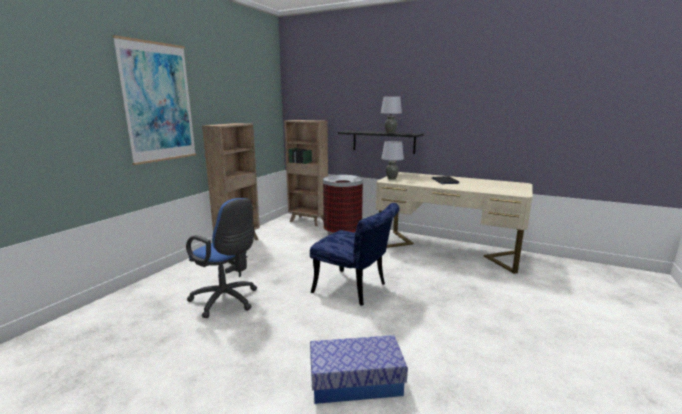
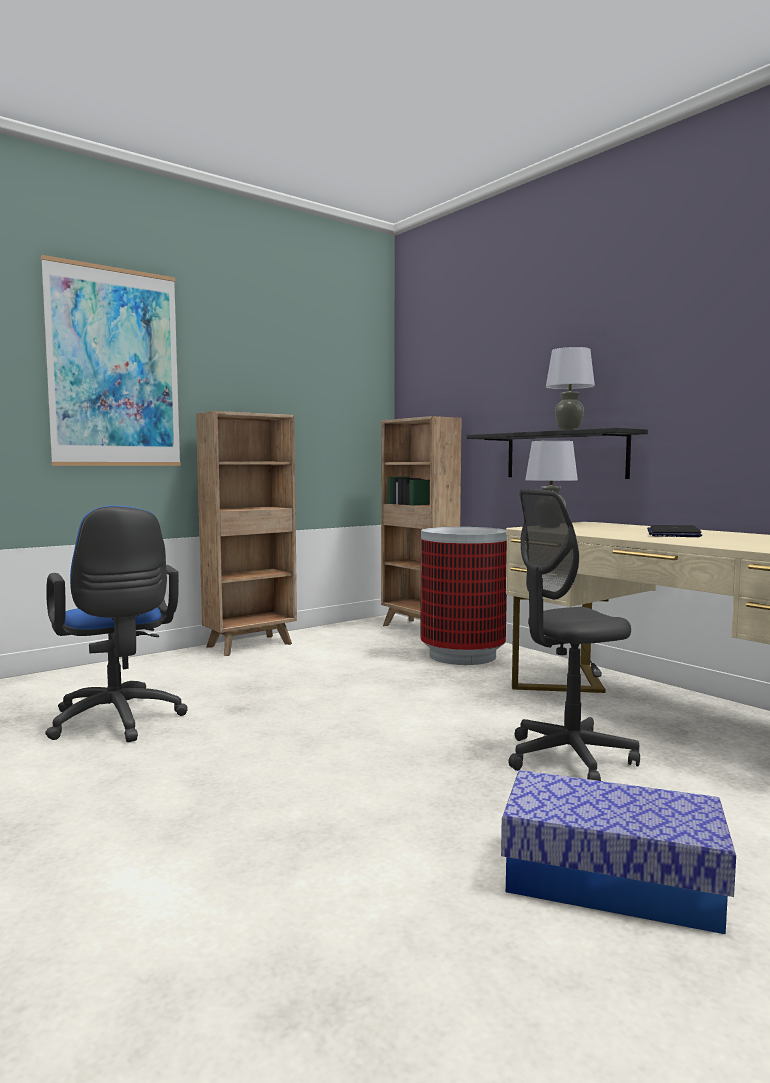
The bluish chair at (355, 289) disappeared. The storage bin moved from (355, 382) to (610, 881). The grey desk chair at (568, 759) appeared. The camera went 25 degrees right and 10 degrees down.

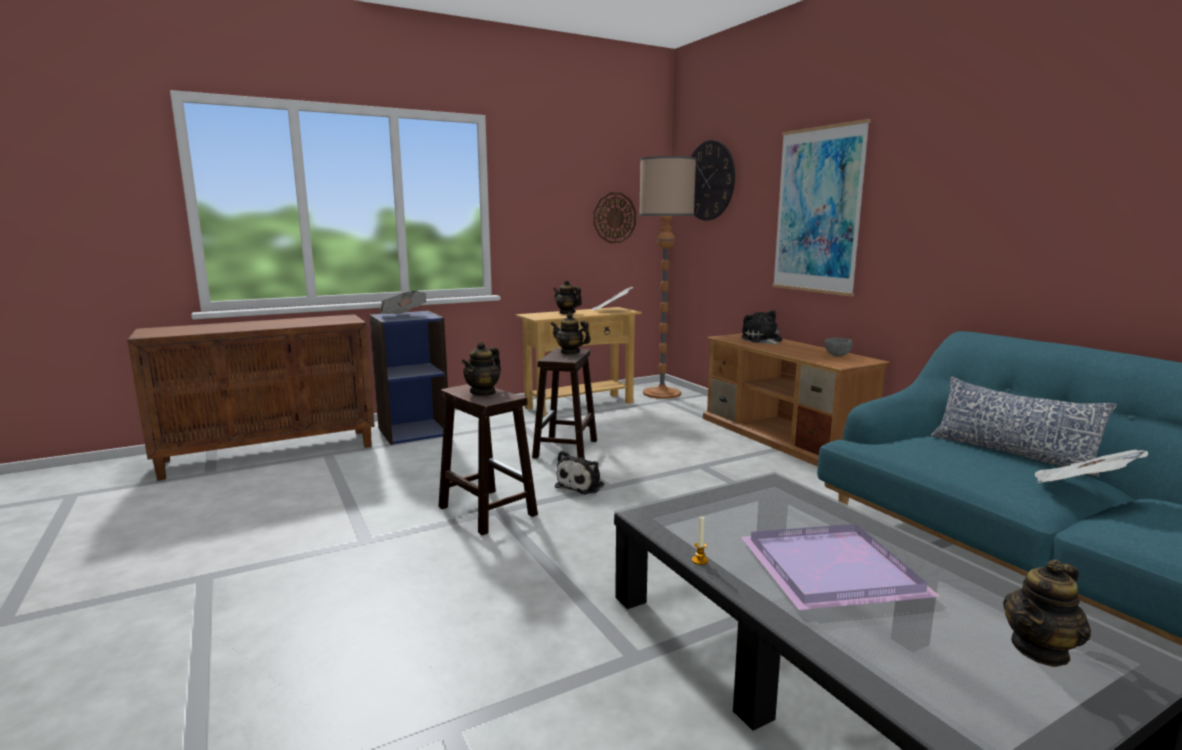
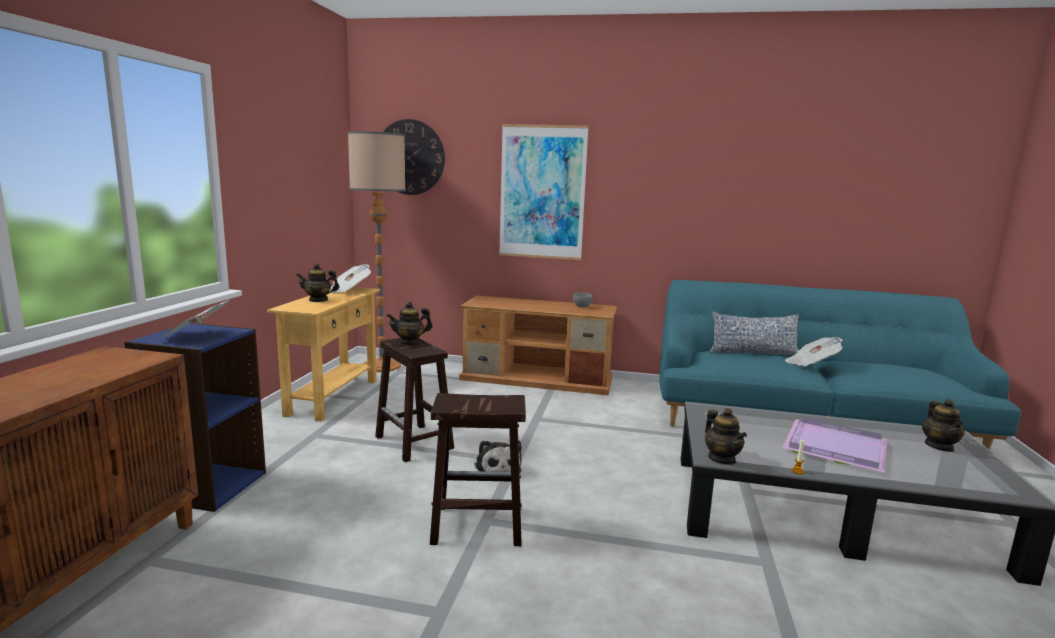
The tea pot moved from (483, 392) to (722, 459). The wall clock at (614, 217) disappeared. The plush toy at (762, 340) disappeared. The camera went 50 degrees left and 0 degrees up.

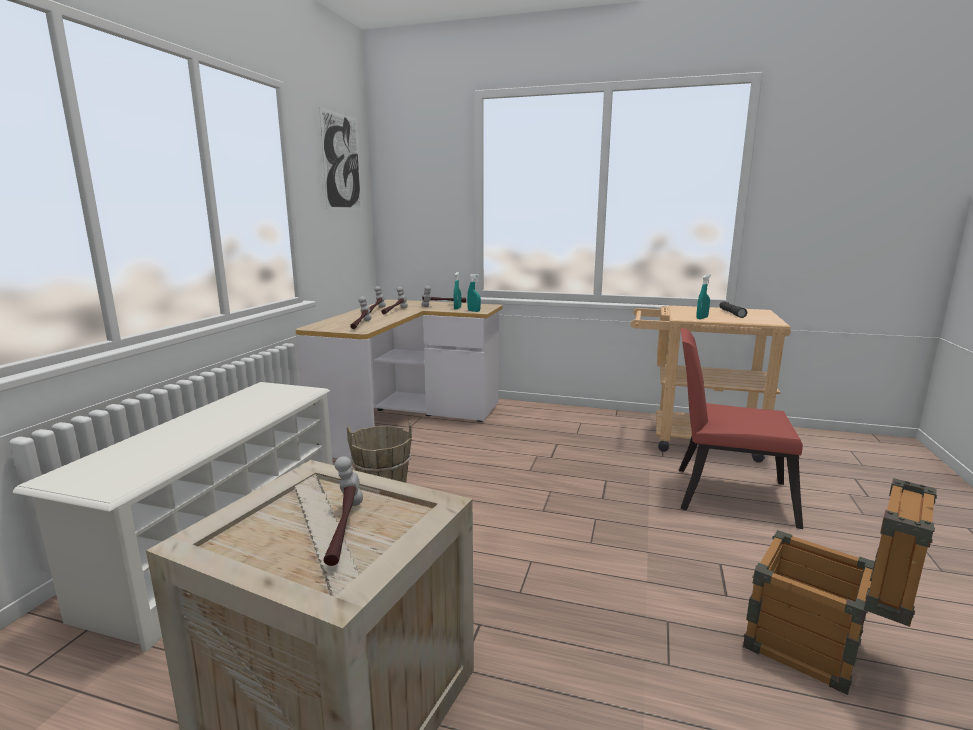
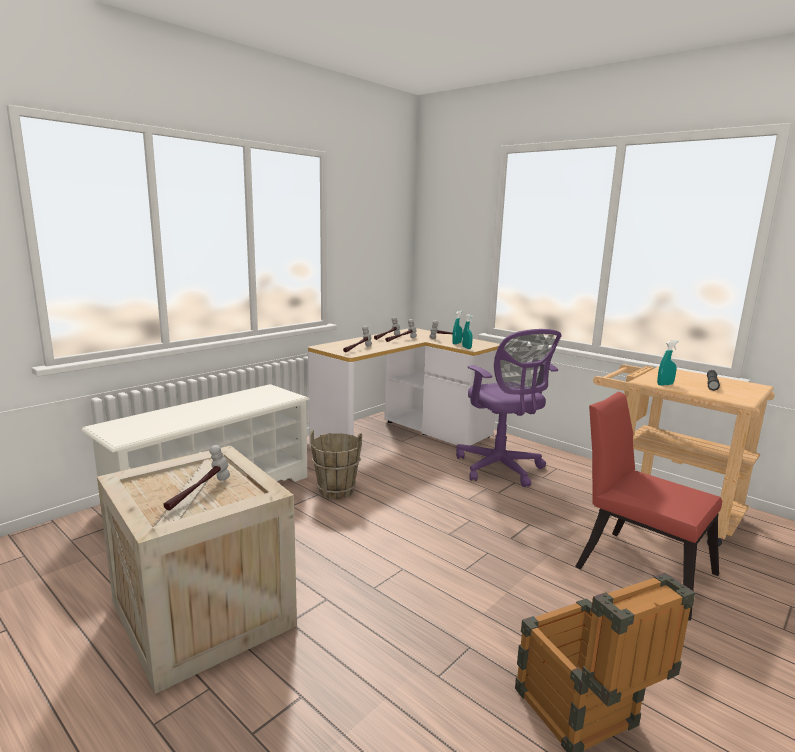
The wall art at (342, 162) disappeared. The purple desk chair at (501, 469) appeared. The camera went 25 degrees right and 0 degrees up.

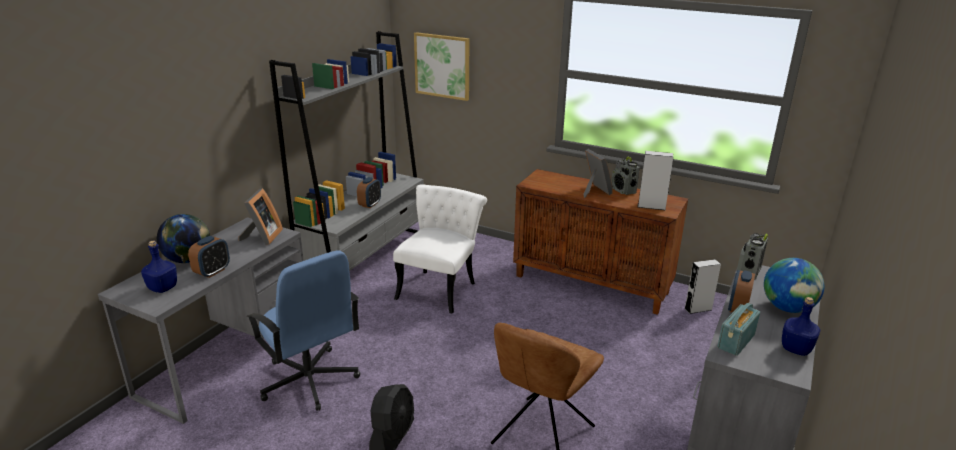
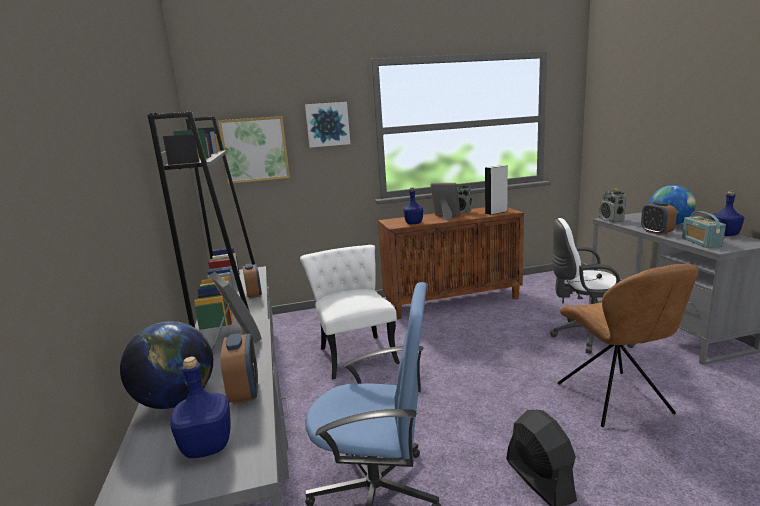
The grey loudspeaker at (698, 309) disappeared. The wall art at (327, 124) appeared. The bluish bottle at (413, 223) appeared. The white desk chair at (586, 336) appeared. The camera went 40 degrees left and 10 degrees down.

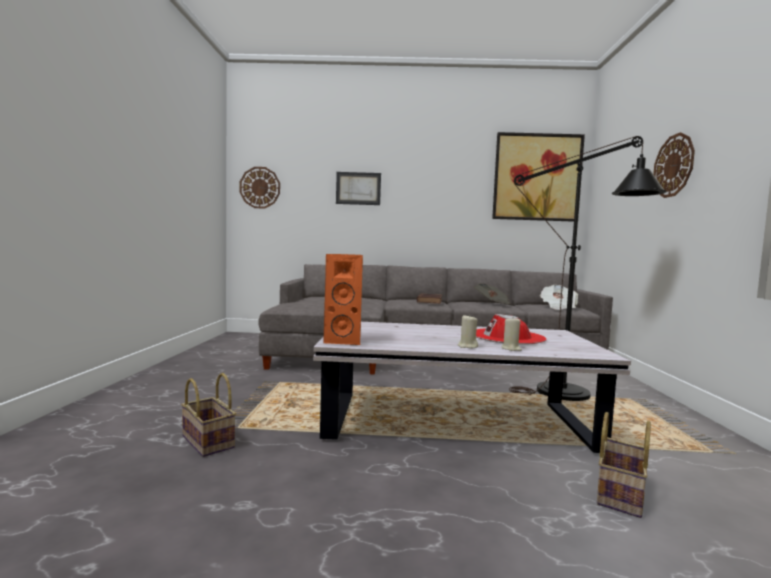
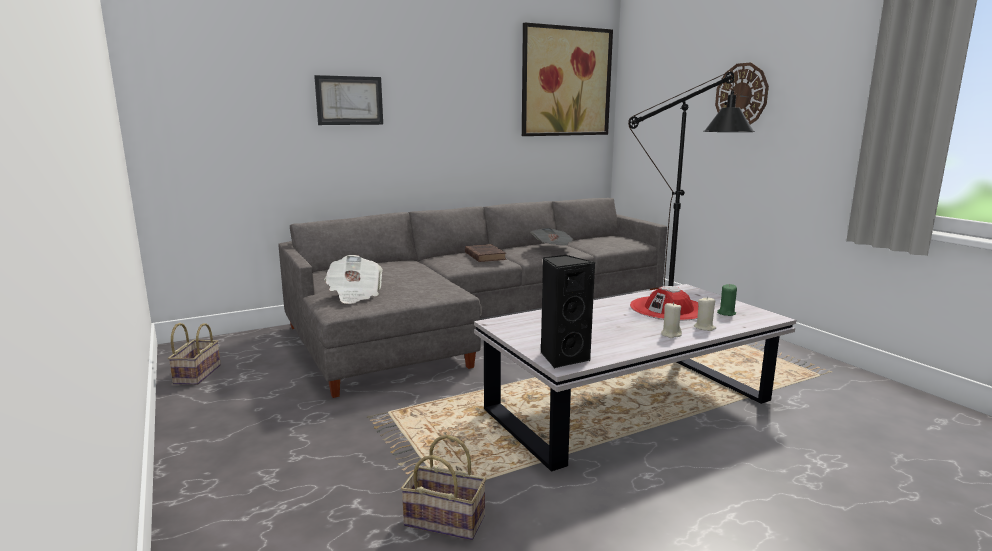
The wall clock at (260, 187) disappeared. The orangey loudspeaker at (344, 341) became the black loudspeaker at (563, 358). The printed paper moved from (558, 307) to (355, 294). The household basket moved from (619, 493) to (197, 374). The greenish candle at (726, 313) appeared. The camera went 30 degrees left and 10 degrees up.

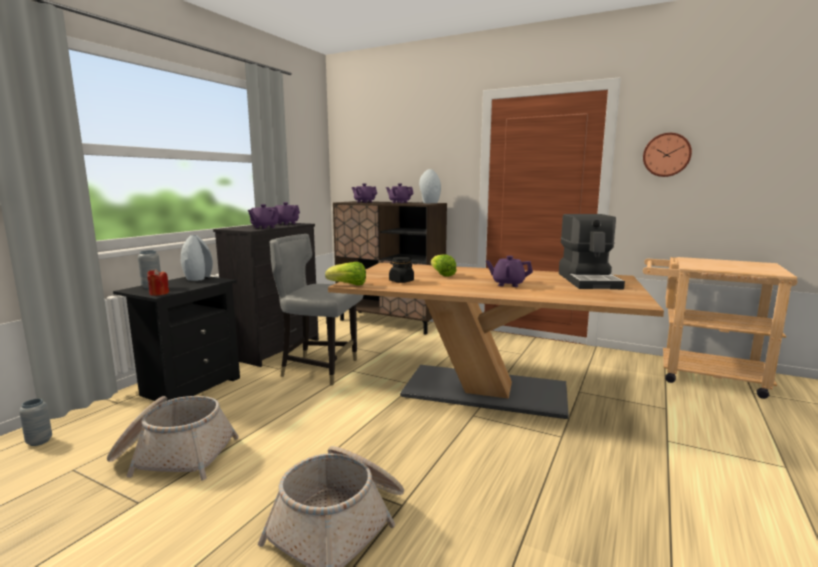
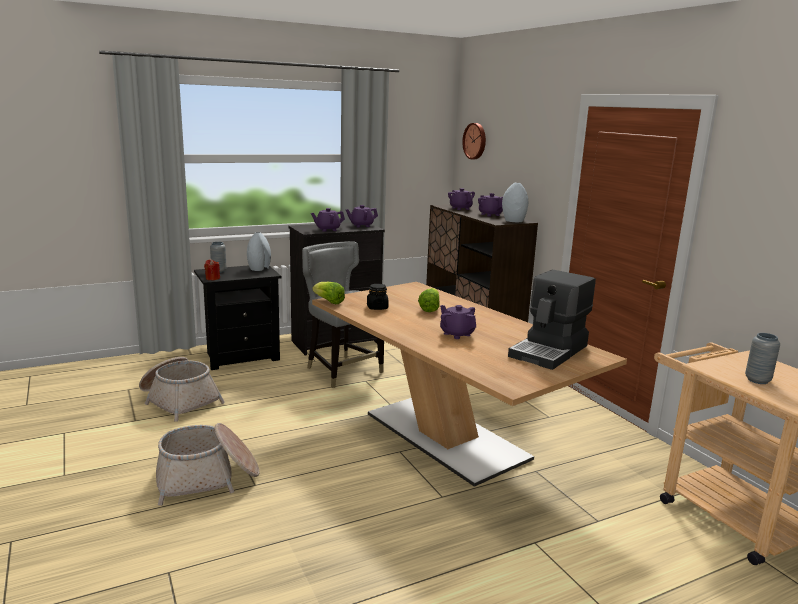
The grey vase moved from (39, 441) to (757, 380). The wall clock moved from (666, 155) to (475, 141). The camera went 35 degrees right and 5 degrees up.

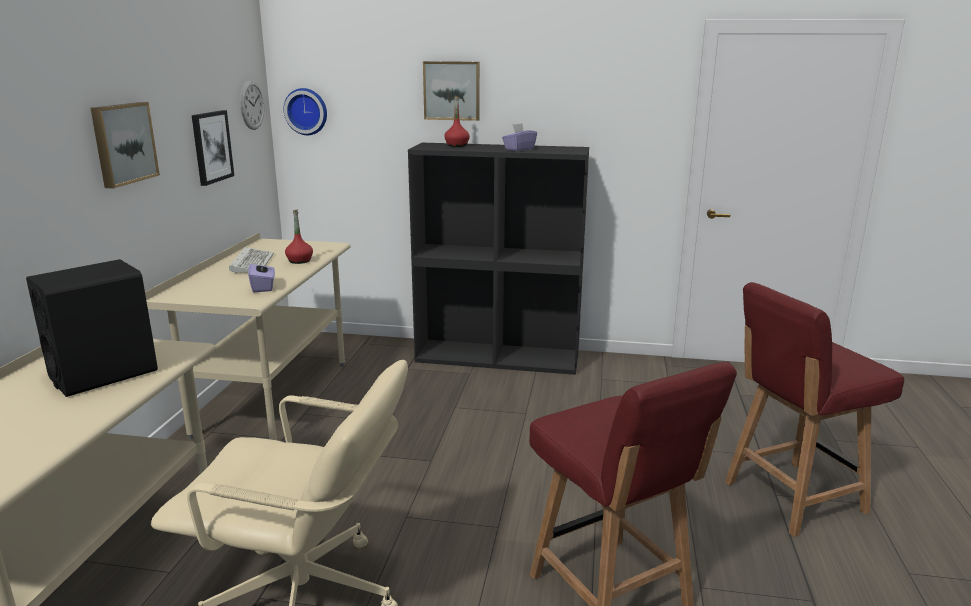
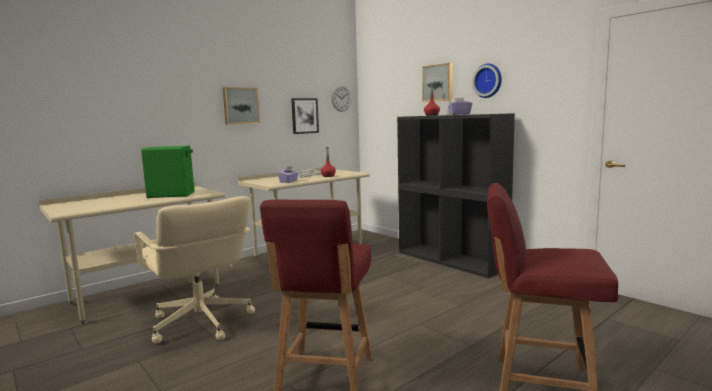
The black loudspeaker at (104, 374) became the greenish loudspeaker at (171, 195). The wall clock moved from (307, 111) to (488, 80). The camera went 40 degrees right and 10 degrees down.

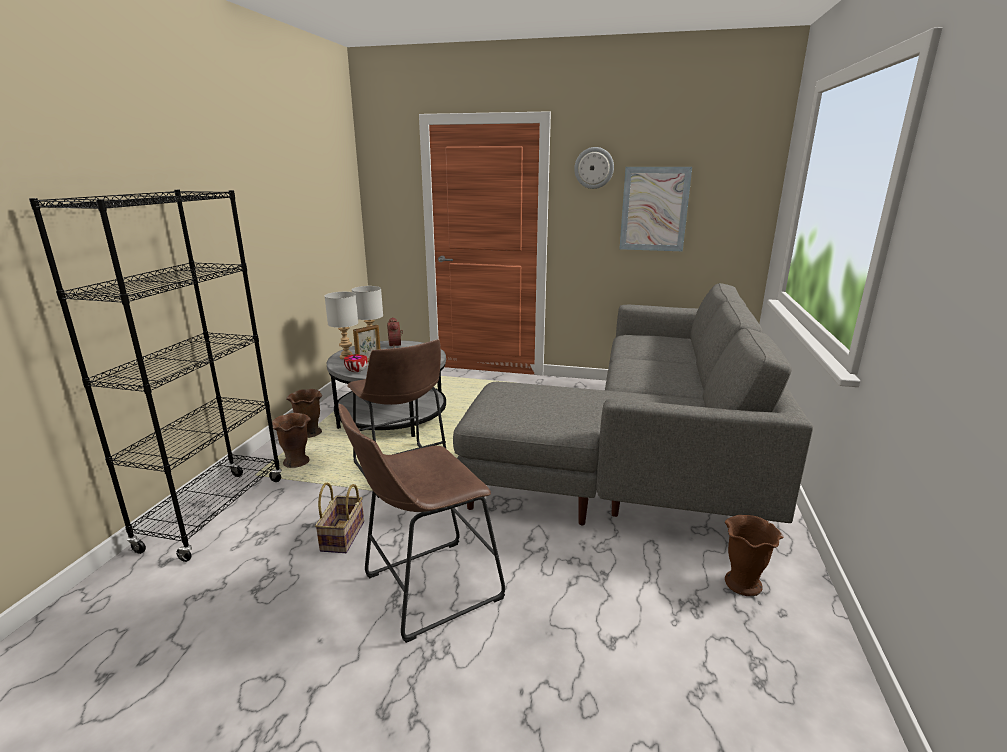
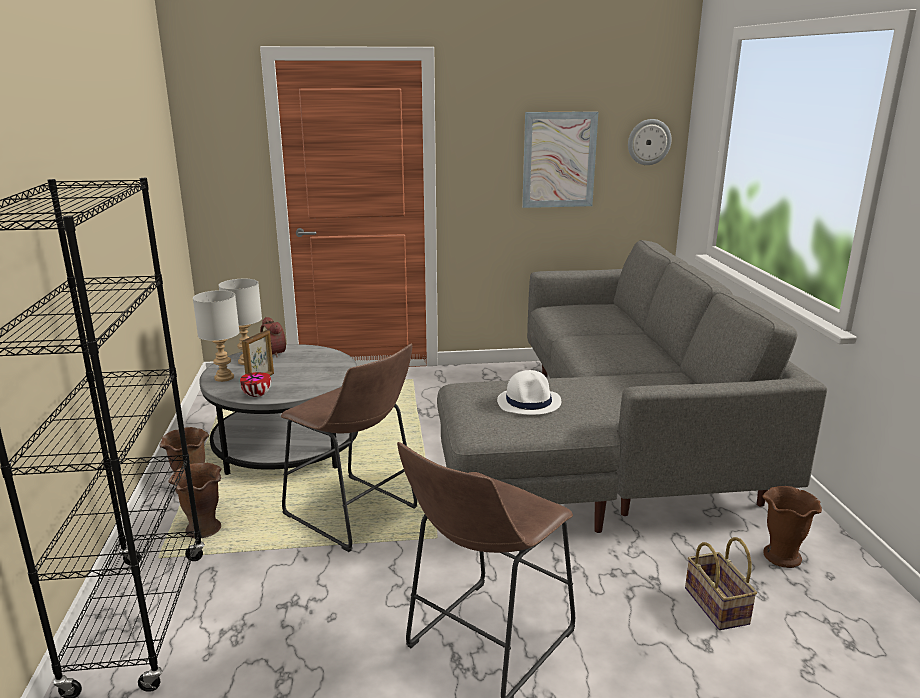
The household basket moved from (343, 537) to (718, 607). The wall clock moved from (594, 168) to (649, 142). The white wearable hat at (529, 402) appeared. The camera went 20 degrees left and 0 degrees up.

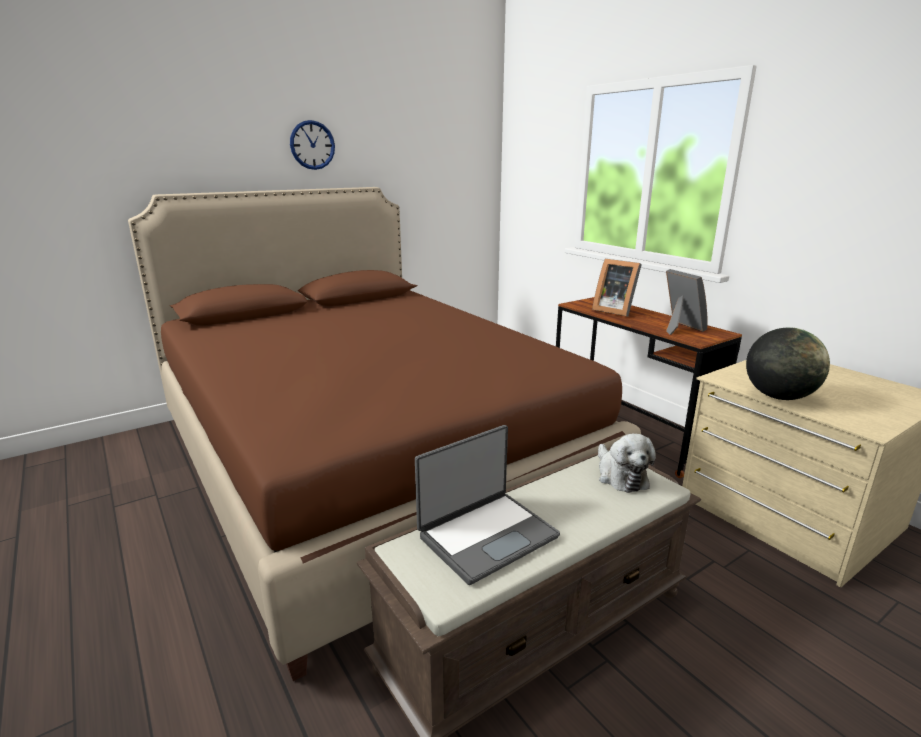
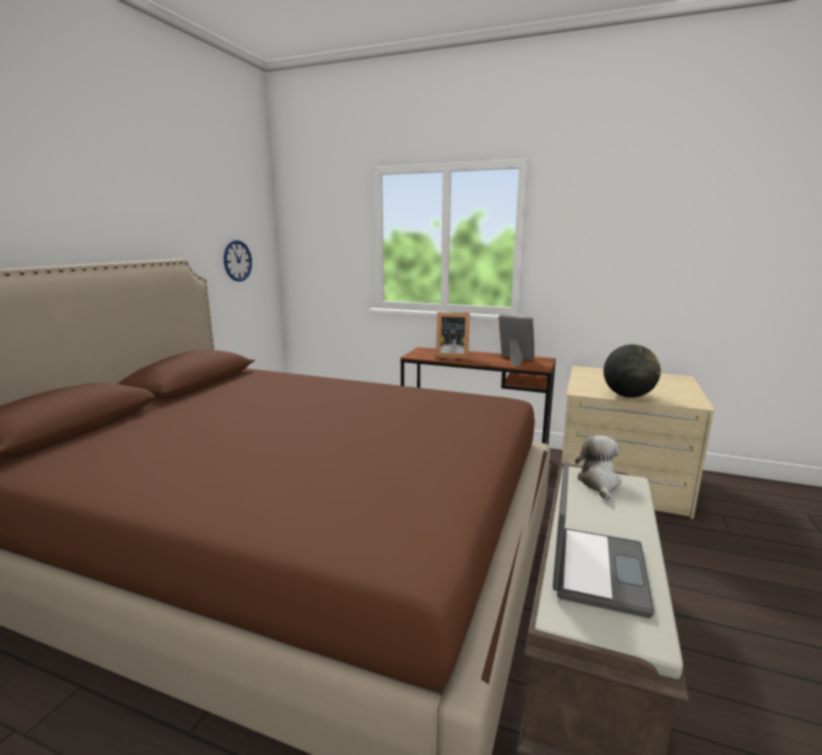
The wall clock moved from (312, 145) to (237, 261). The plush toy at (620, 476) turned 120 degrees counterclockwise. The camera went 35 degrees left and 5 degrees down.

